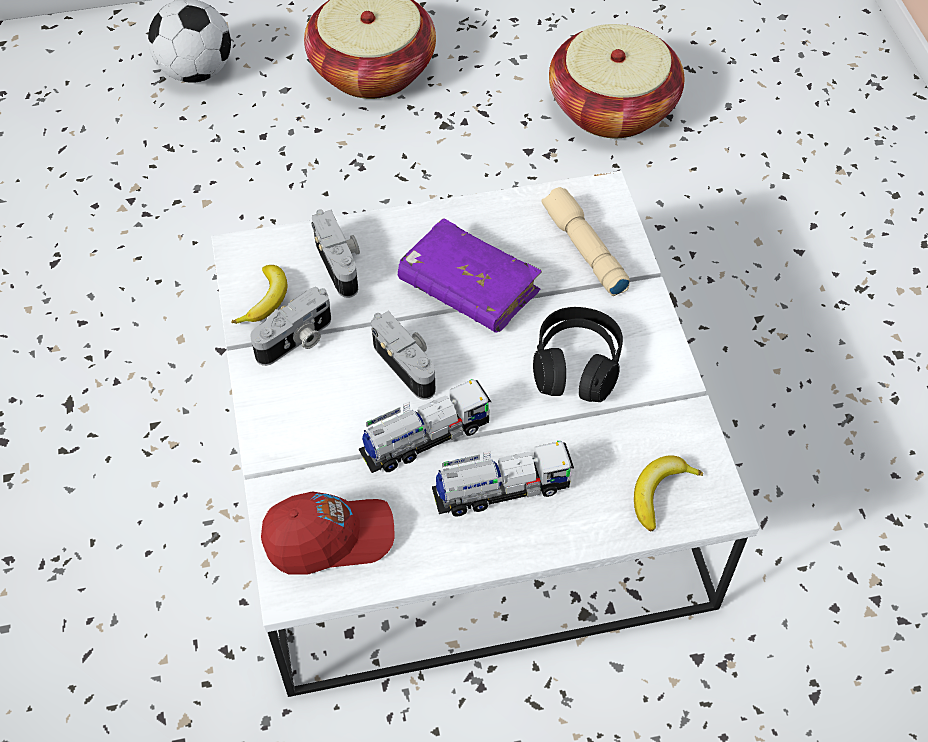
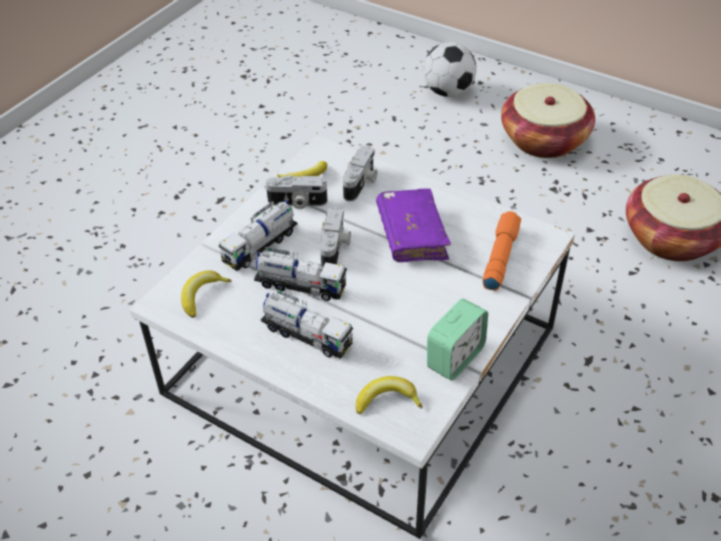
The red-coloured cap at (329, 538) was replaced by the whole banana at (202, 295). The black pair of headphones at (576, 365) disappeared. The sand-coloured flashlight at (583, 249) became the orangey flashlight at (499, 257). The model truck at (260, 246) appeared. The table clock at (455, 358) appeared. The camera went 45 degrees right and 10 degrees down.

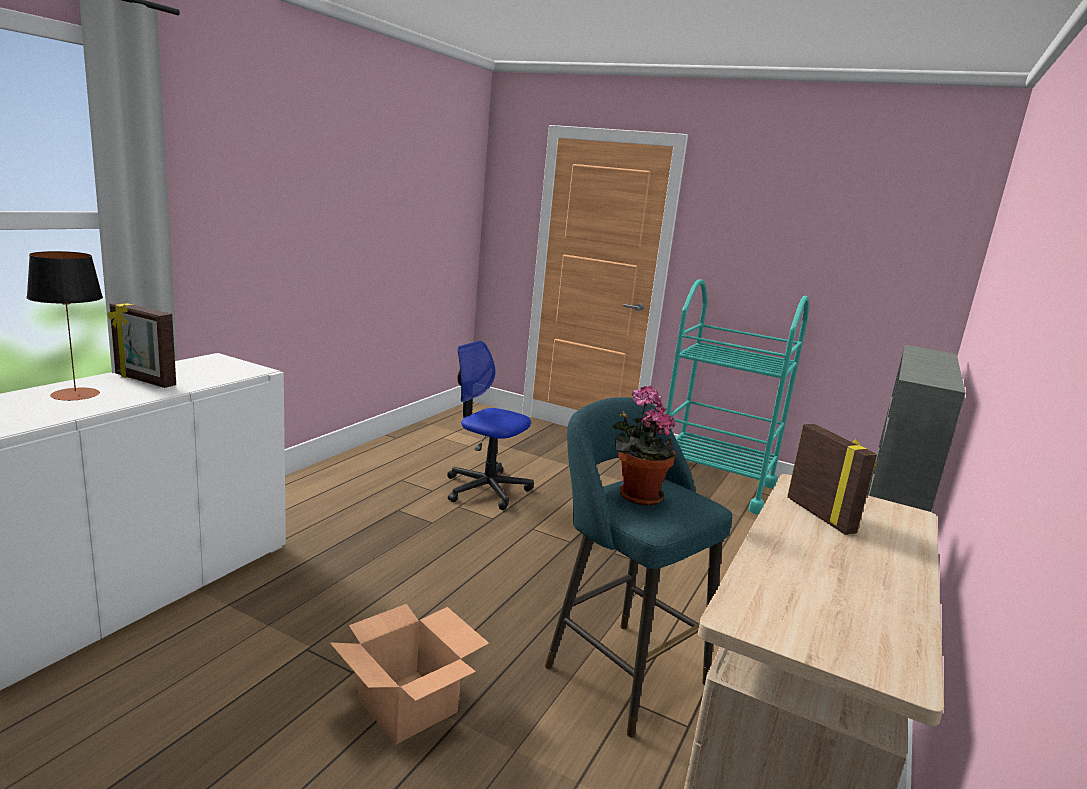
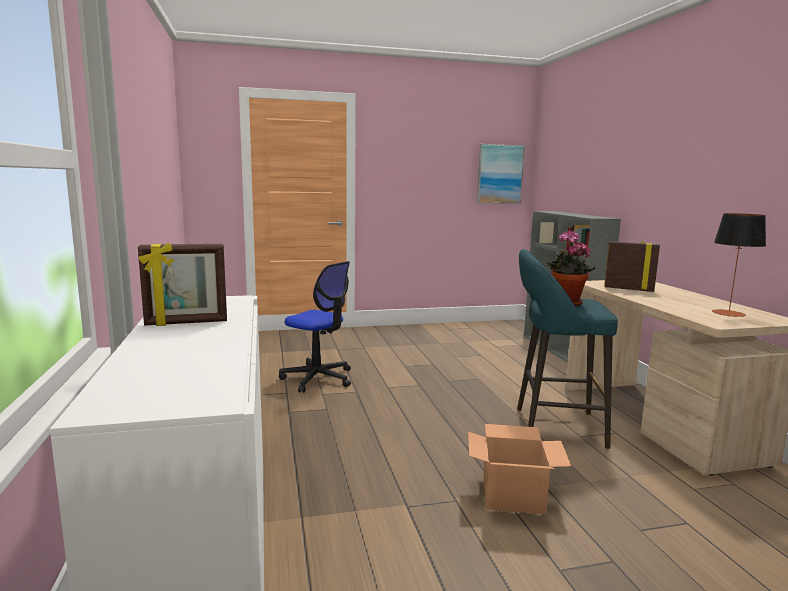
The lamp for a table moved from (75, 394) to (728, 313). The desk chair at (486, 489) turned 135 degrees counterclockwise. The blue-green wheeled cart at (714, 484) disappeared. The wall art at (499, 174) appeared. The camera went 40 degrees left and 5 degrees down.

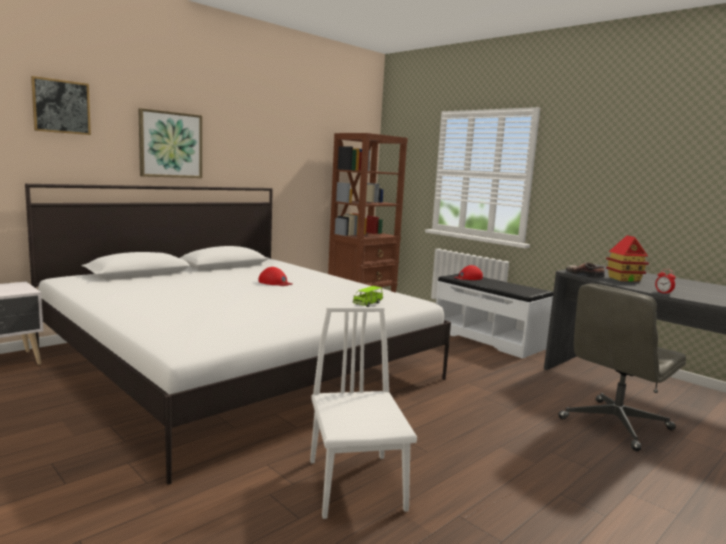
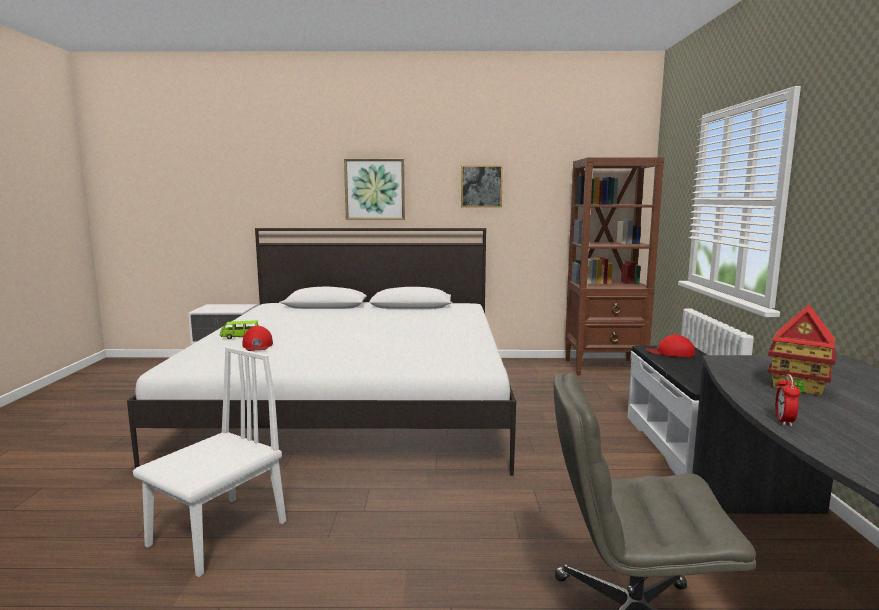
The wall art moved from (61, 106) to (481, 186). The red-coloured cap moved from (275, 282) to (257, 345). The greenish toy car moved from (367, 304) to (240, 337). The low shoe at (585, 275) disappeared. The camera went 45 degrees right and 0 degrees up.

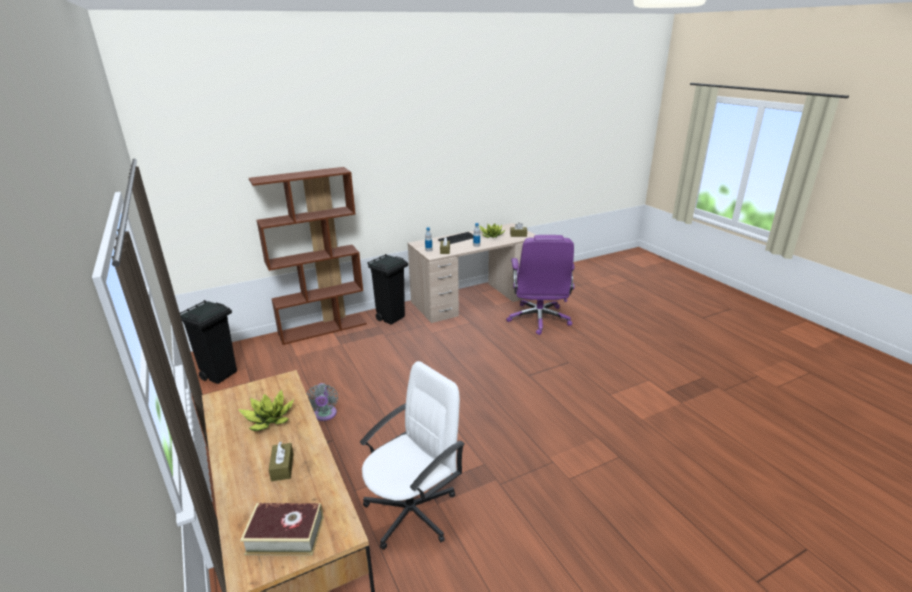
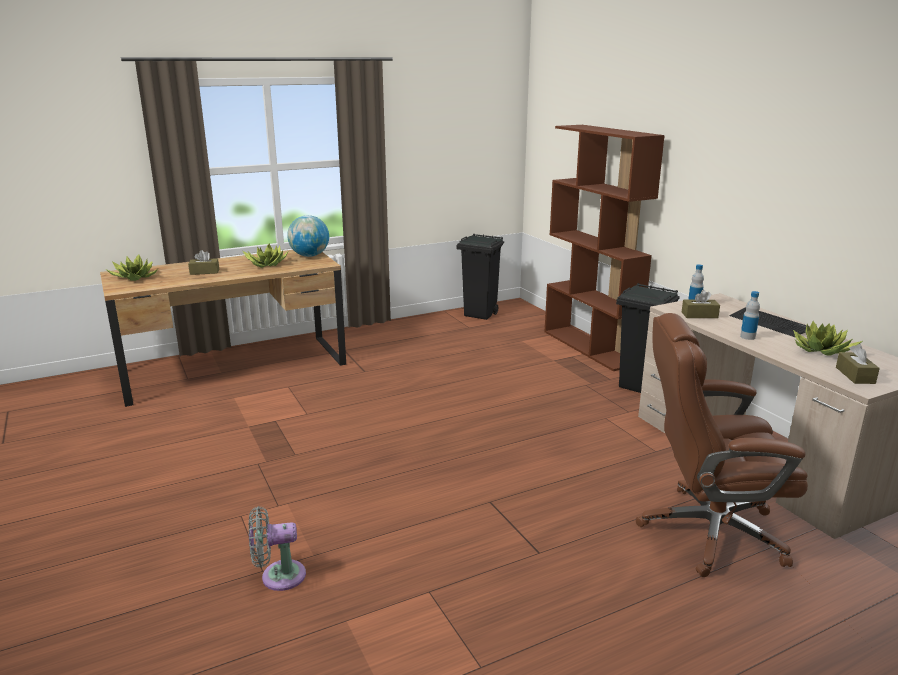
The book at (285, 535) was replaced by the plant in a pot at (135, 278). The grey cooling fan moved from (325, 415) to (278, 576). The white desk chair at (412, 511) disappeared. The purple desk chair at (539, 319) became the brown-coloured desk chair at (708, 531). The world globe at (309, 256) appeared. The camera went 90 degrees right and 5 degrees down.

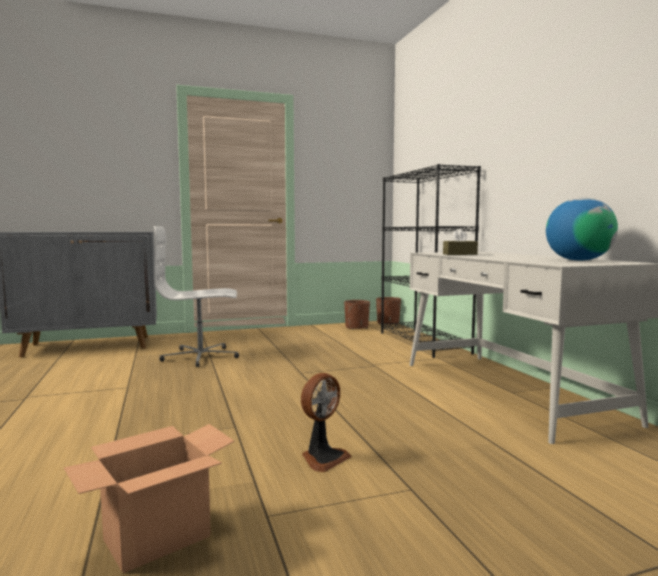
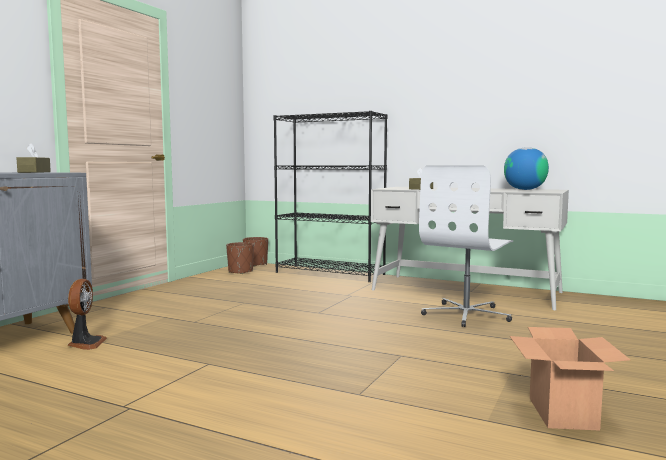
The white desk chair moved from (201, 356) to (467, 314). The cooling fan moved from (323, 458) to (86, 344). The brown-coloured tissue holder at (34, 172) appeared. The camera went 45 degrees left and 0 degrees up.

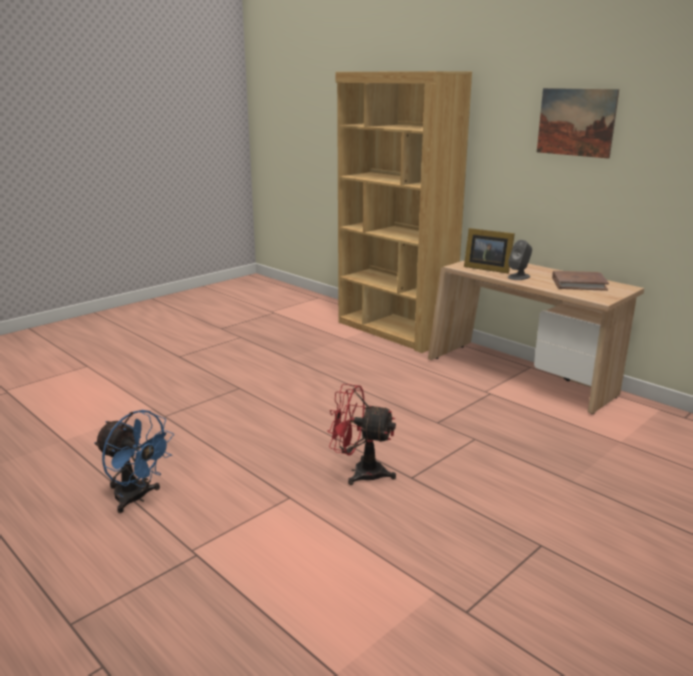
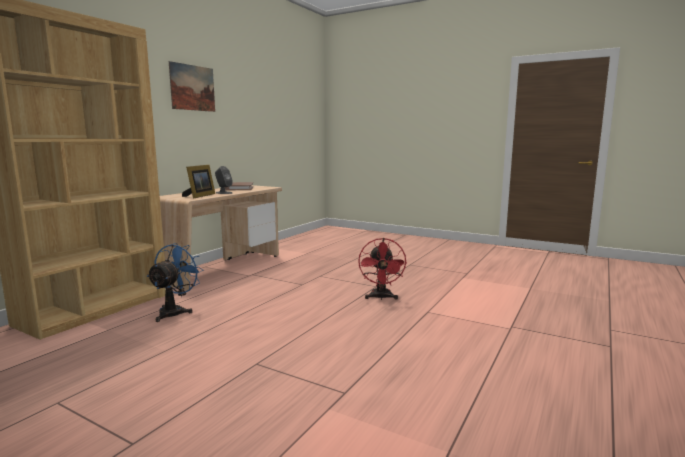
The bluish cooling fan moved from (137, 498) to (175, 311). The camera went 105 degrees left and 10 degrees down.

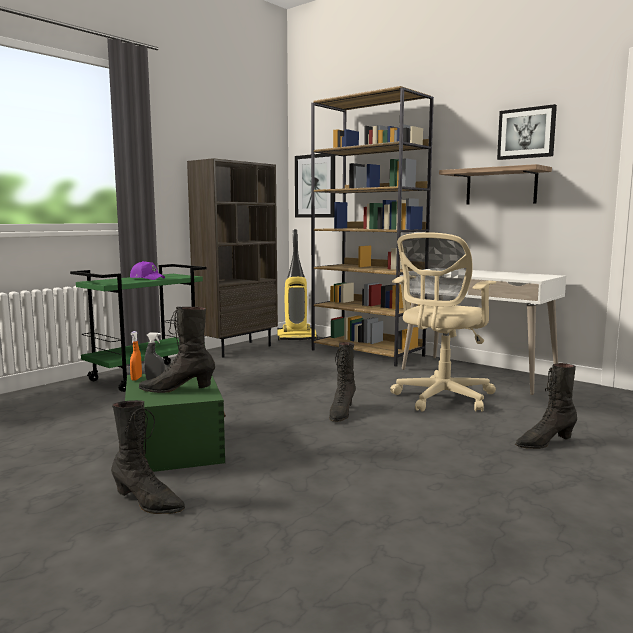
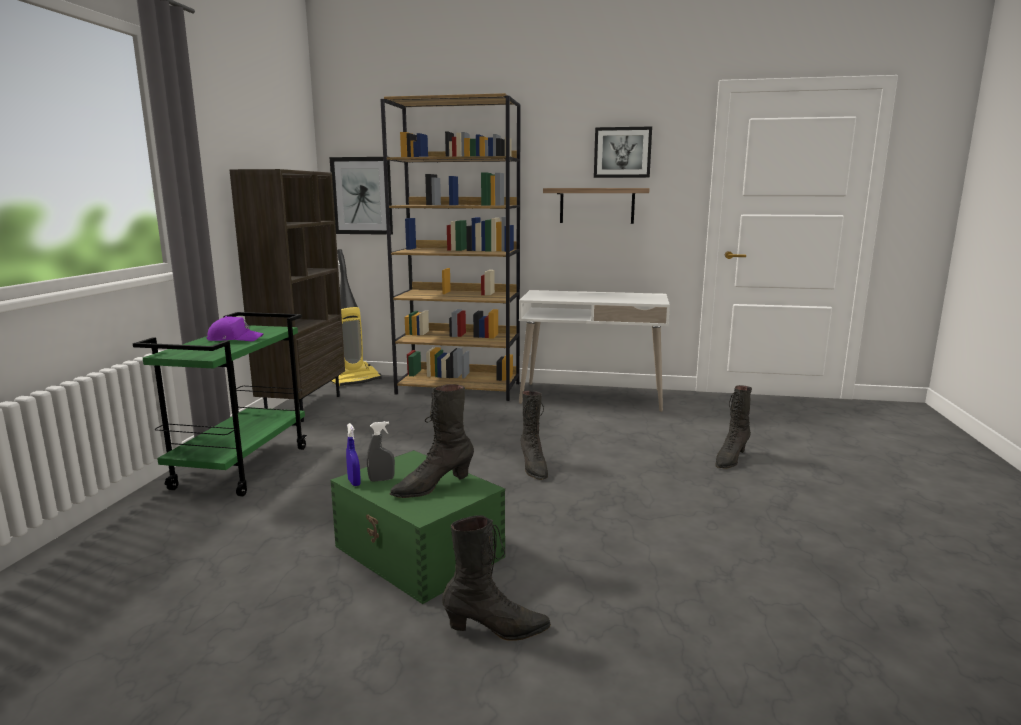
The orangey sprayer at (136, 378) became the bluish sprayer at (354, 482). The sand-coloured desk chair at (441, 399) disappeared. The camera went 30 degrees left and 5 degrees up.

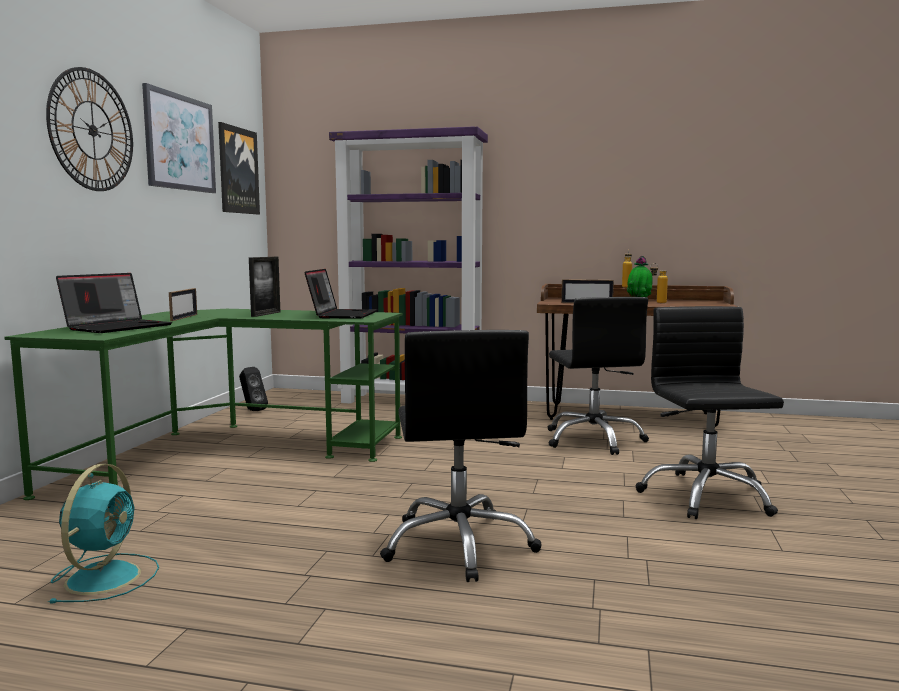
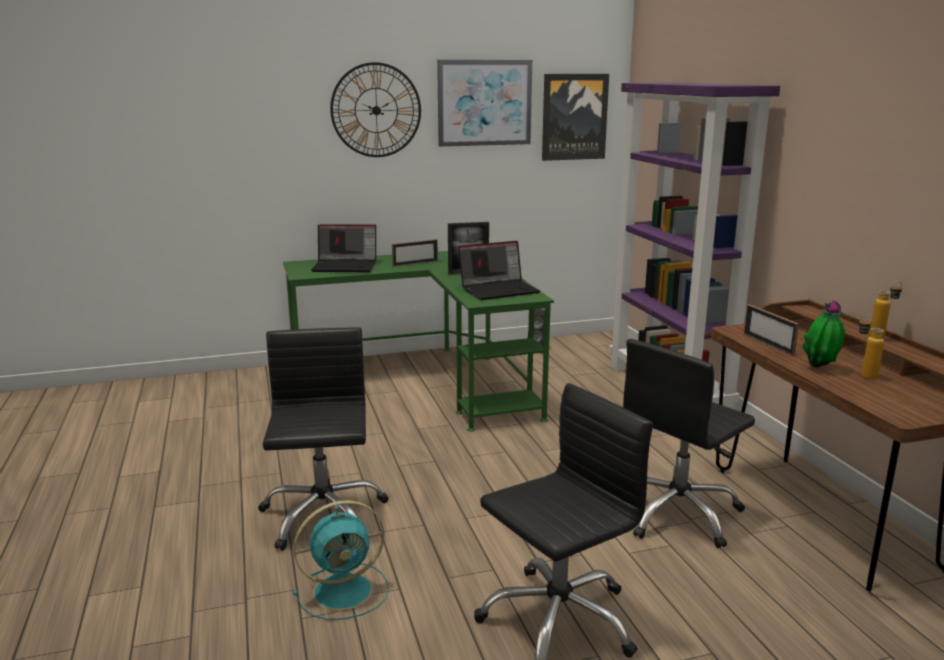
The blue-green cooling fan moved from (105, 576) to (345, 590). The black desk chair at (459, 545) turned 120 degrees clockwise. The camera went 60 degrees right and 10 degrees up.

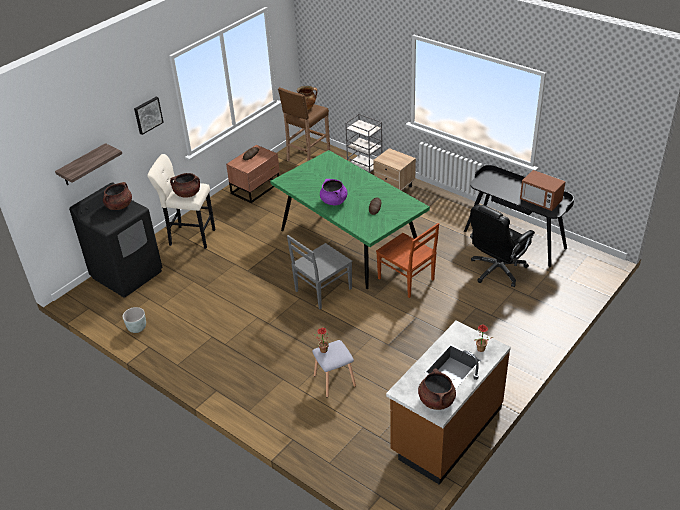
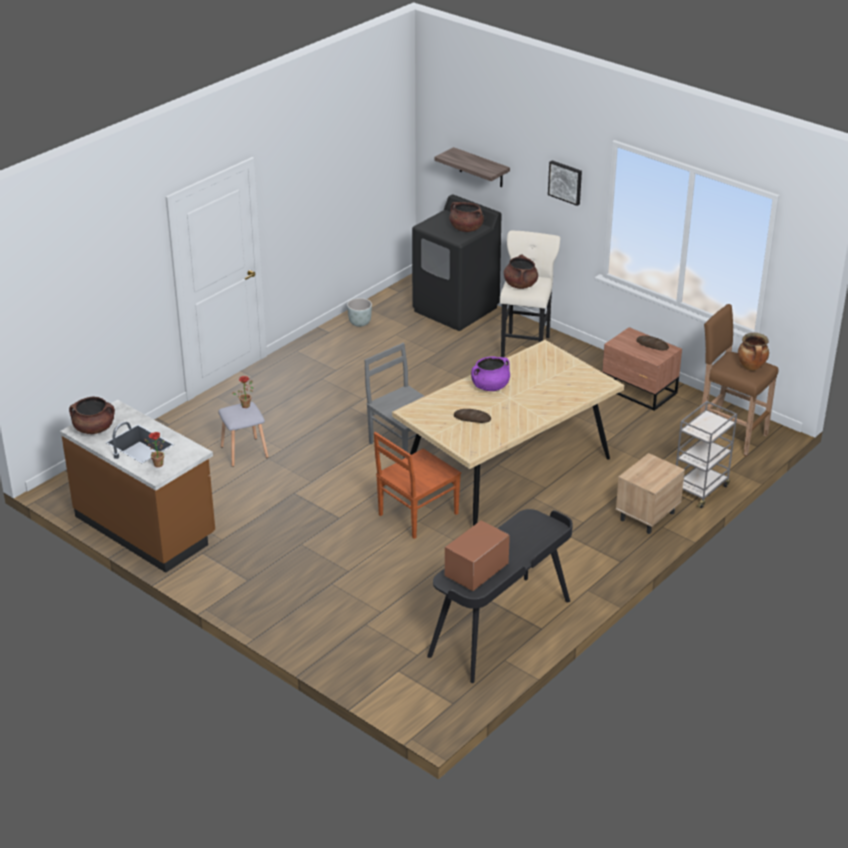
The greenish dining table at (350, 241) became the sand-coloured dining table at (506, 470). The black desk chair at (497, 270) disappeared. The camera went 90 degrees right and 5 degrees down.

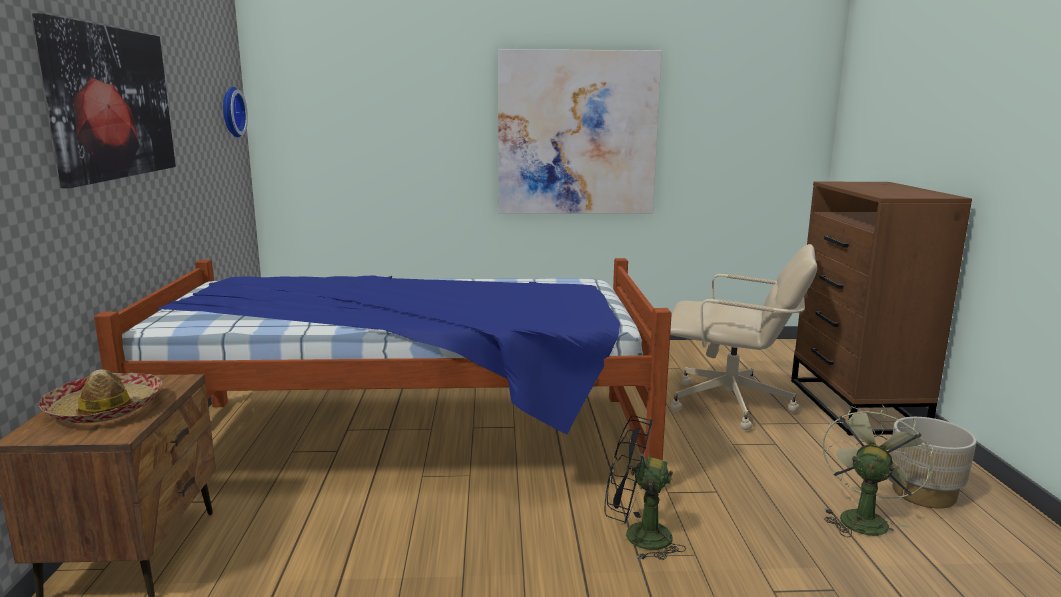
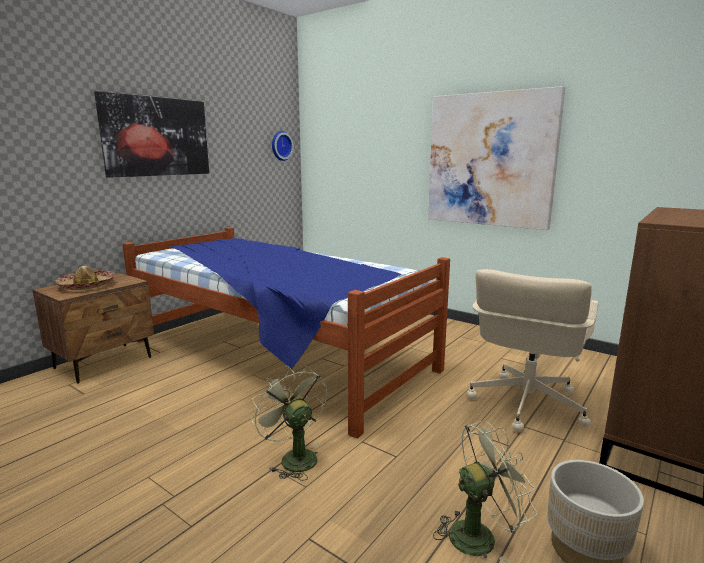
The black cooling fan at (637, 536) became the greenish cooling fan at (293, 457). The sand-coloured desk chair at (731, 405) turned 60 degrees clockwise. The camera went 40 degrees right and 0 degrees up.

